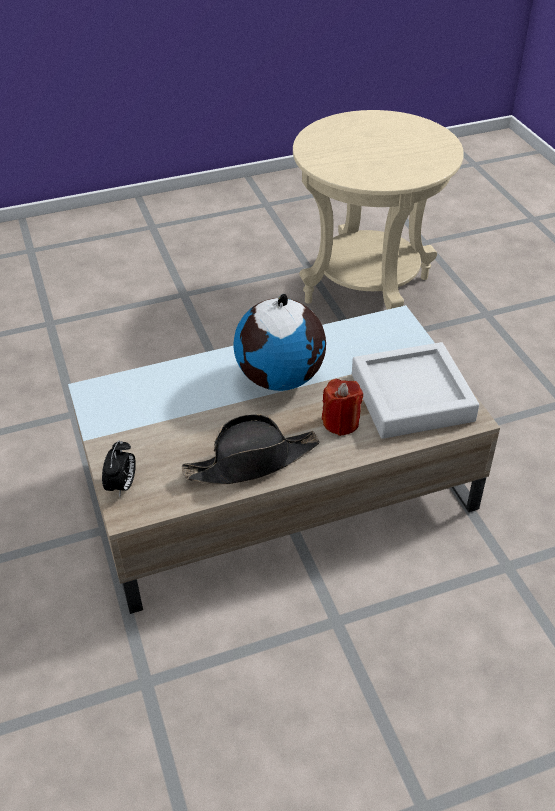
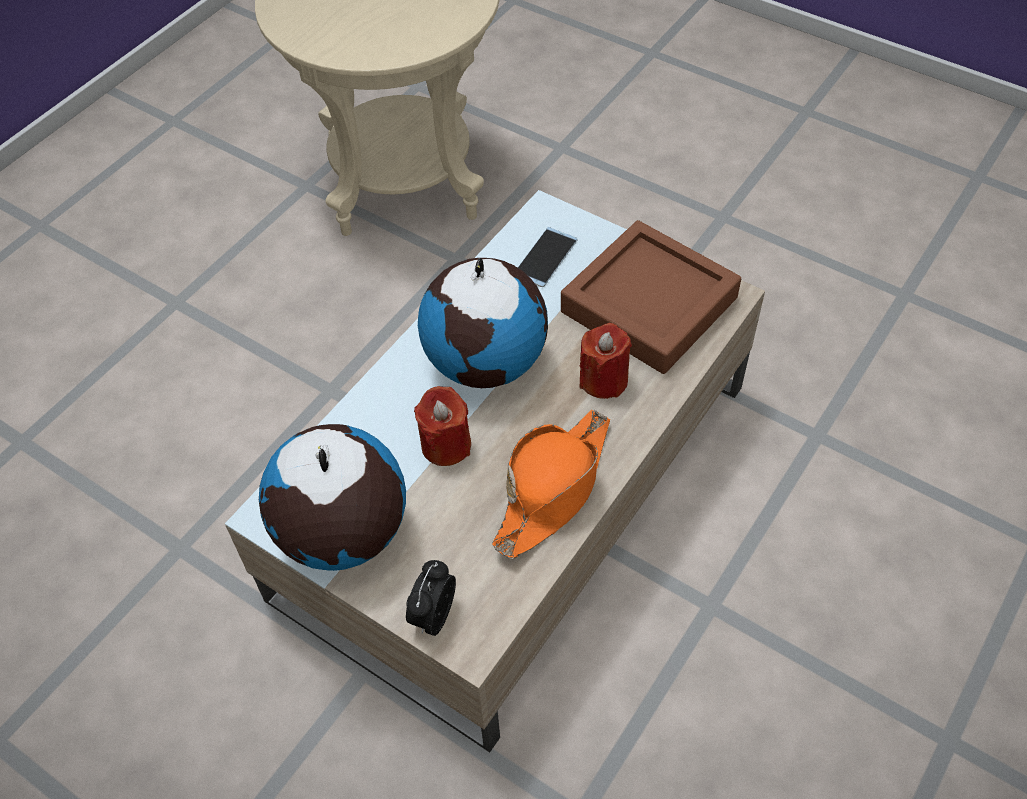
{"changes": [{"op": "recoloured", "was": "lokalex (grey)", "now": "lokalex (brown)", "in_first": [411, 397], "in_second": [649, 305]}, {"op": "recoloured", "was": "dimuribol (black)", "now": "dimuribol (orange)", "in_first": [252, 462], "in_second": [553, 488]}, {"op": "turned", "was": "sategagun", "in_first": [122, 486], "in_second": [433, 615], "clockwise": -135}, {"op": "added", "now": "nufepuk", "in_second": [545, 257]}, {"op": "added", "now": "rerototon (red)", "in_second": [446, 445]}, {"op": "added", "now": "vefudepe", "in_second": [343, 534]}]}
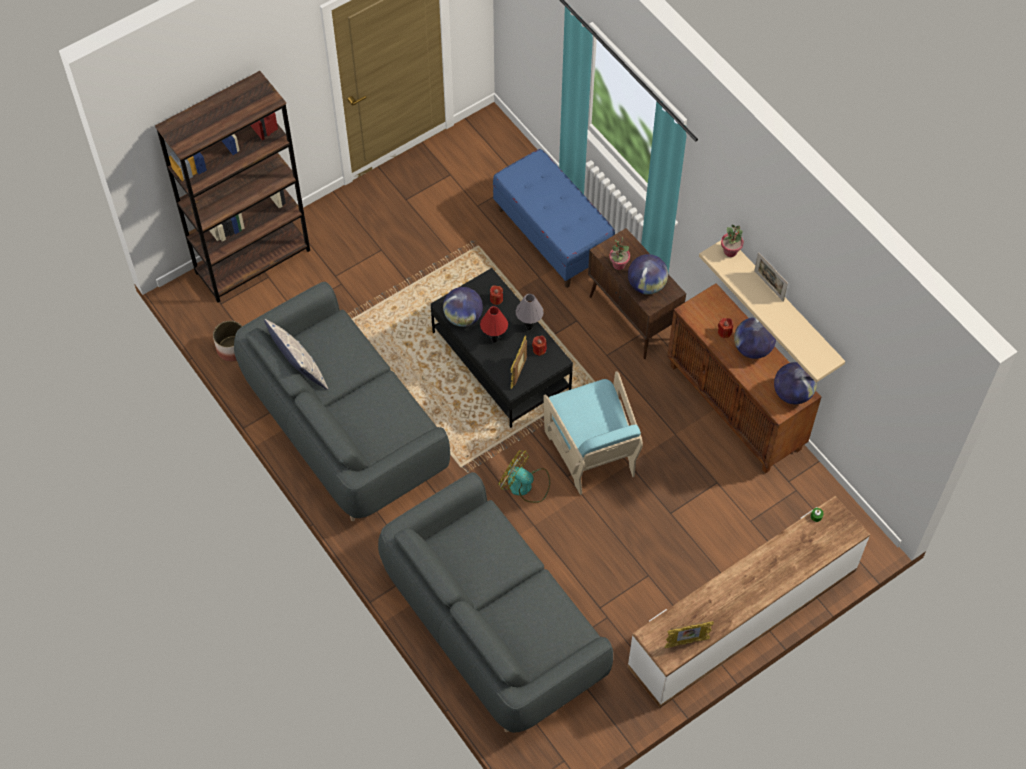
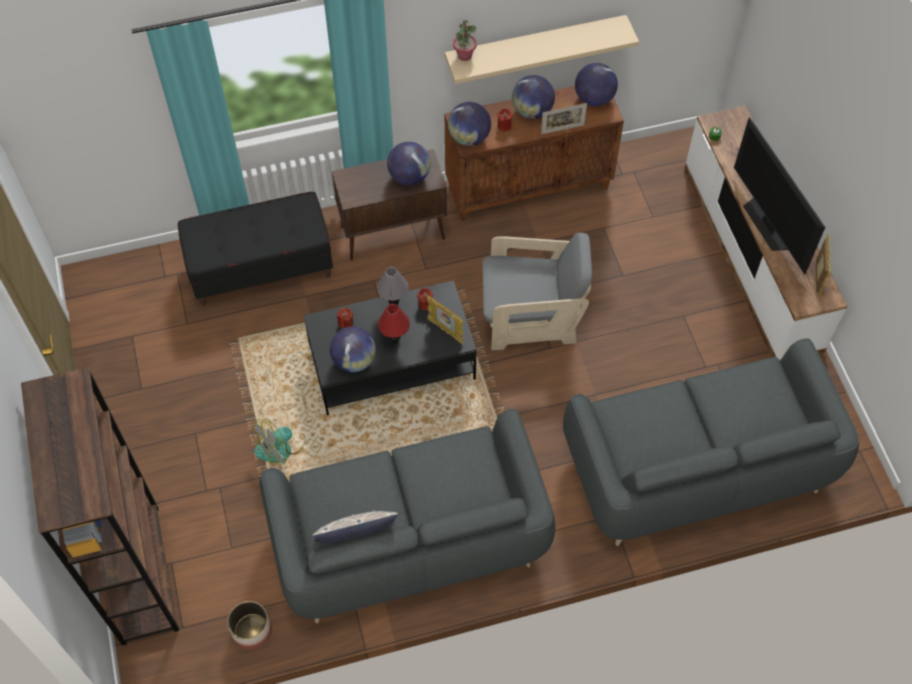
{"changes": [{"op": "recoloured", "was": "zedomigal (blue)", "now": "zedomigal (black)", "in_first": [553, 236], "in_second": [261, 268]}, {"op": "removed", "was": "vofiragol", "in_first": [618, 265]}, {"op": "moved", "was": "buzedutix", "in_first": [768, 286], "in_second": [562, 129]}, {"op": "recoloured", "was": "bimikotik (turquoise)", "now": "bimikotik (grey)", "in_first": [591, 451], "in_second": [531, 317]}, {"op": "moved", "was": "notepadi", "in_first": [525, 485], "in_second": [281, 446]}, {"op": "added", "now": "vefudepe", "in_second": [469, 138]}, {"op": "added", "now": "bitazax", "in_second": [768, 224]}]}
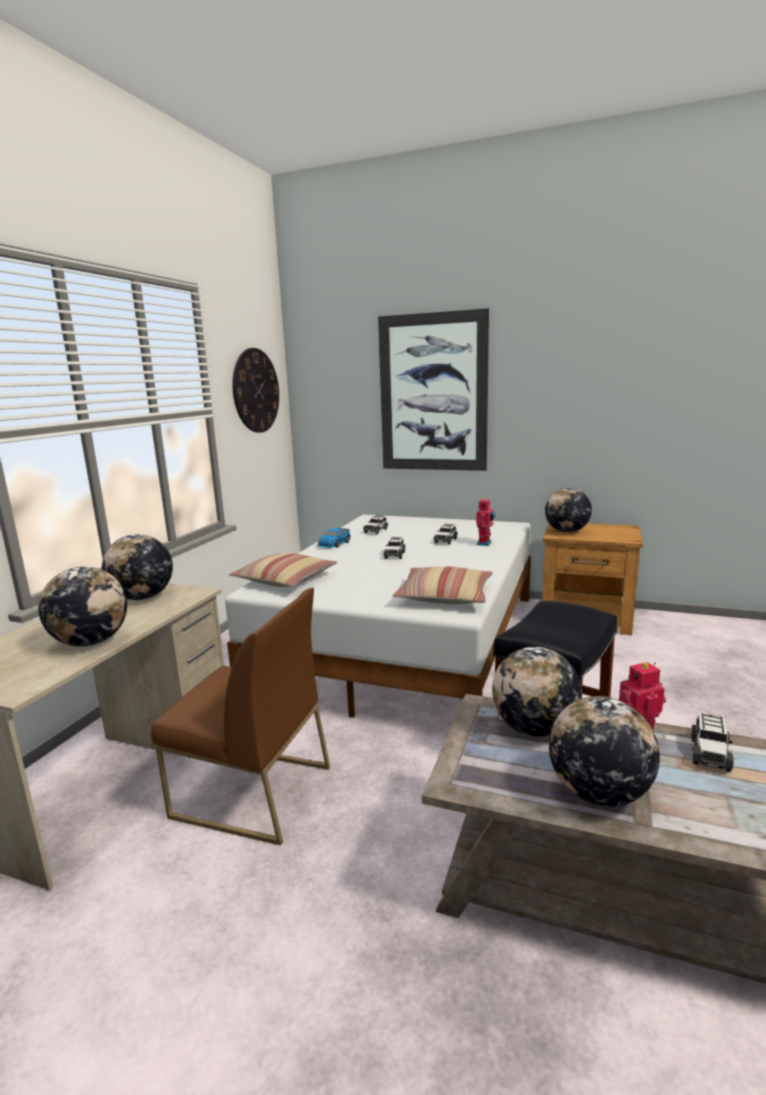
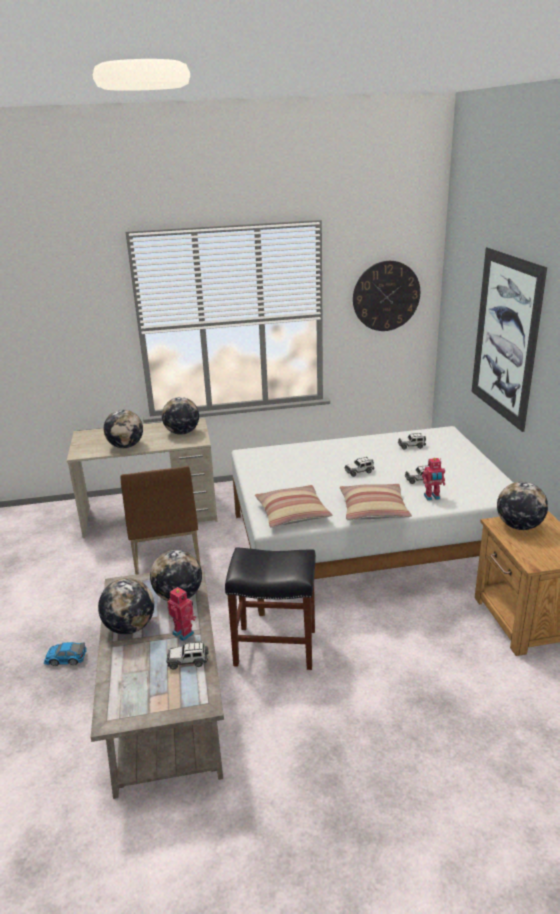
{"changes": [{"op": "moved", "was": "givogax", "in_first": [334, 544], "in_second": [65, 658]}, {"op": "moved", "was": "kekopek", "in_first": [285, 580], "in_second": [373, 509]}]}
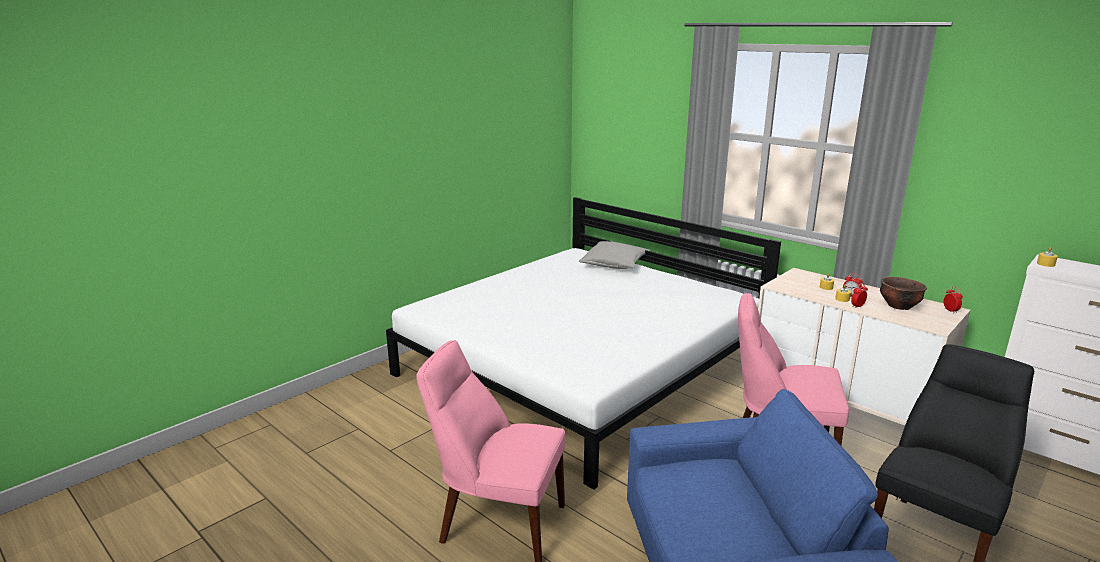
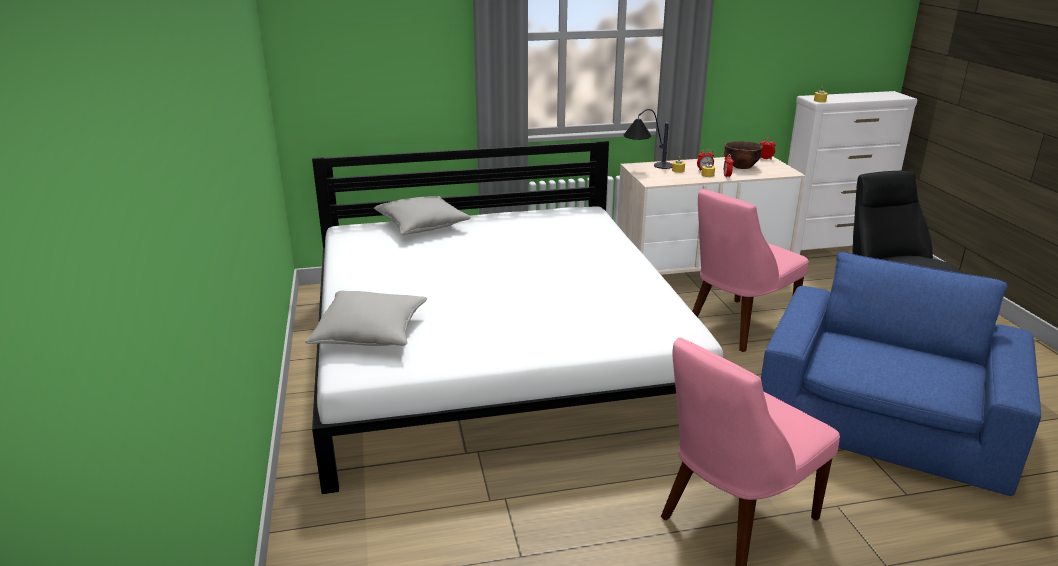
{"changes": [{"op": "added", "now": "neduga", "in_second": [646, 168]}, {"op": "added", "now": "kekopek (grey)", "in_second": [370, 333]}]}
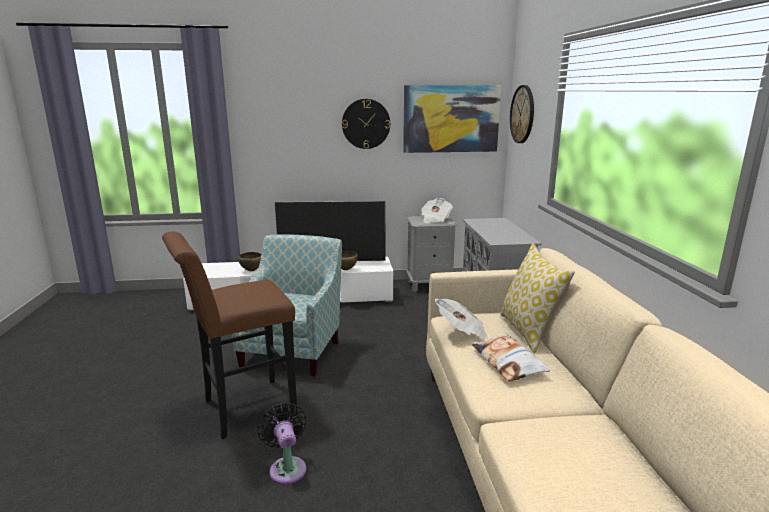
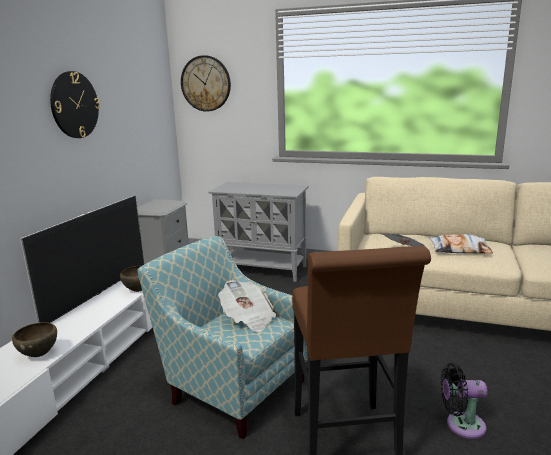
{"changes": [{"op": "removed", "was": "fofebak", "in_first": [451, 119]}, {"op": "moved", "was": "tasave", "in_first": [435, 219], "in_second": [248, 319]}, {"op": "removed", "was": "kekopek", "in_first": [529, 332]}]}
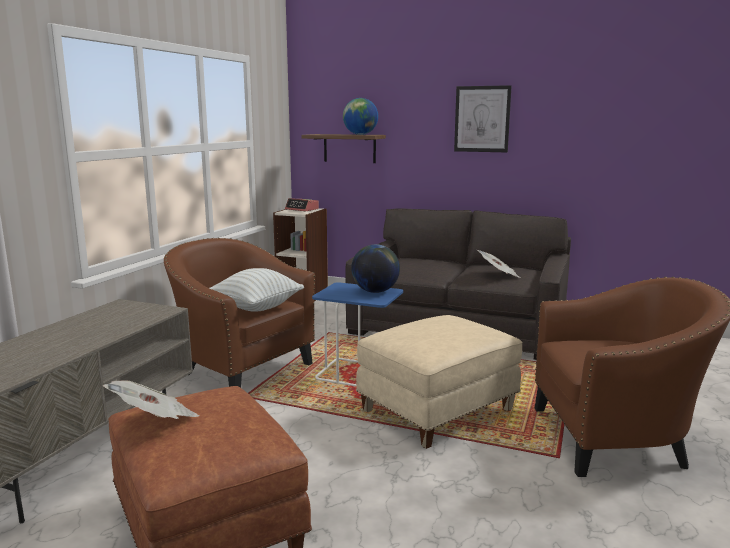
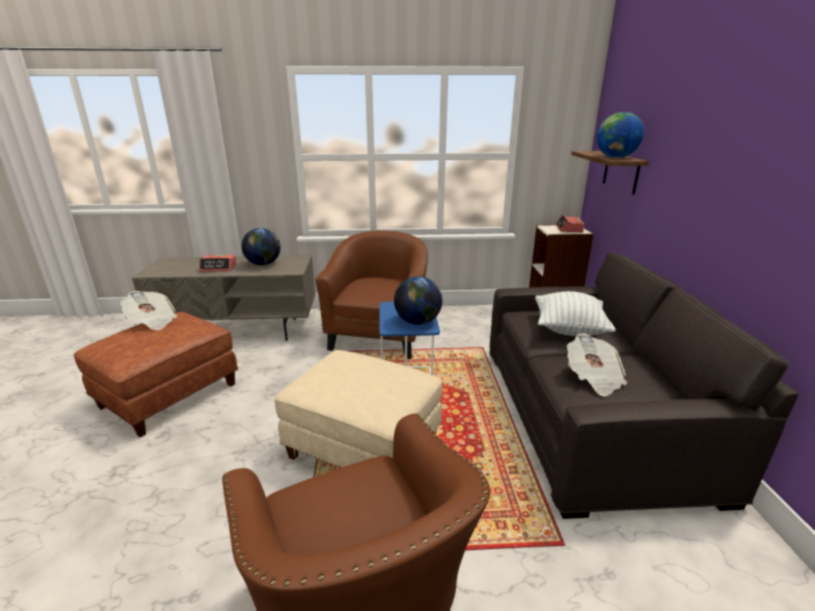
{"changes": [{"op": "removed", "was": "fofebak", "in_first": [482, 119]}, {"op": "moved", "was": "kekopek (white)", "in_first": [256, 307], "in_second": [569, 329]}, {"op": "added", "now": "vefudepe", "in_second": [264, 264]}, {"op": "added", "now": "sategagun", "in_second": [219, 267]}]}
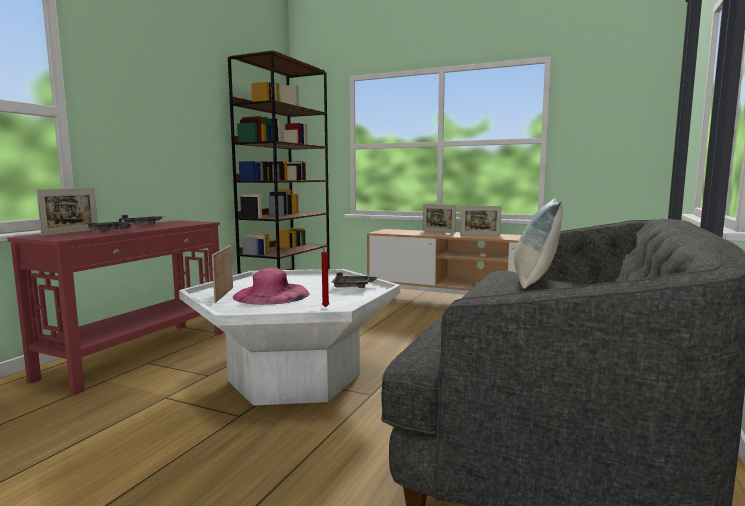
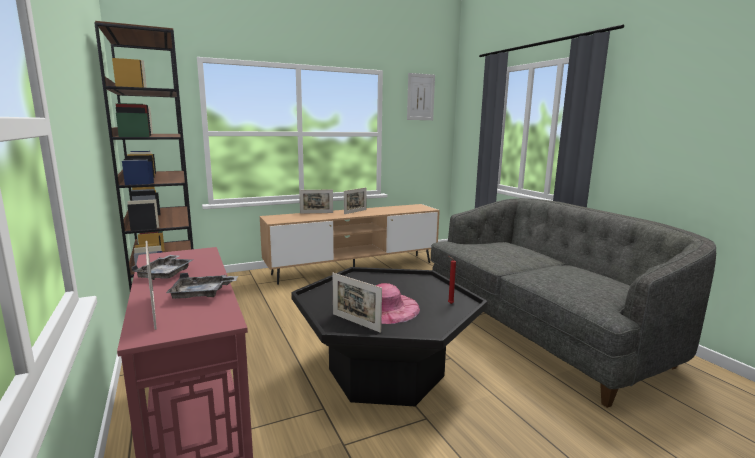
{"changes": [{"op": "removed", "was": "kekopek", "in_first": [535, 281]}, {"op": "recoloured", "was": "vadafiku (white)", "now": "vadafiku (black)", "in_first": [295, 378], "in_second": [386, 372]}, {"op": "removed", "was": "lokalex (grey)", "in_first": [353, 287]}, {"op": "added", "now": "fofebak", "in_second": [420, 97]}]}
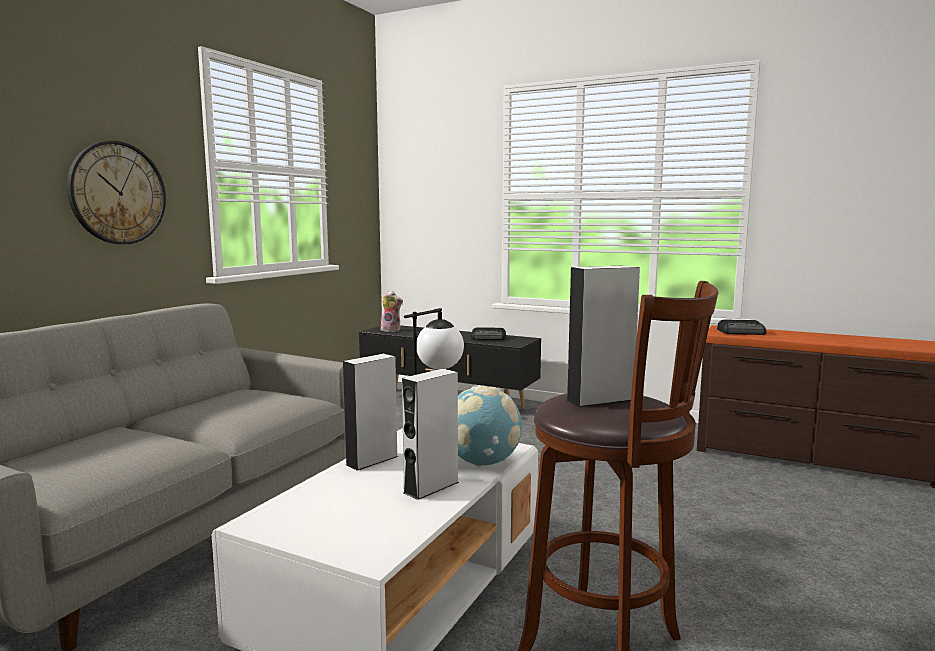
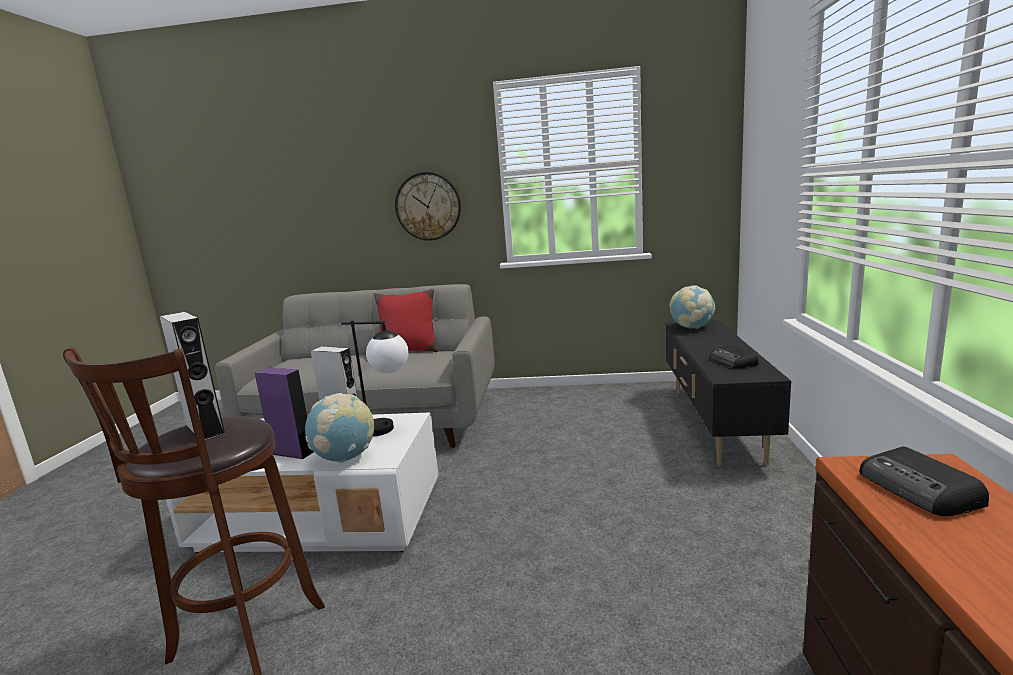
{"changes": [{"op": "replaced", "was": "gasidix", "now": "vefudepe", "in_first": [391, 330], "in_second": [691, 328]}, {"op": "recoloured", "was": "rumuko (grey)", "now": "rumuko (purple)", "in_first": [431, 487], "in_second": [292, 452]}, {"op": "added", "now": "kekopek (red)", "in_second": [409, 351]}]}
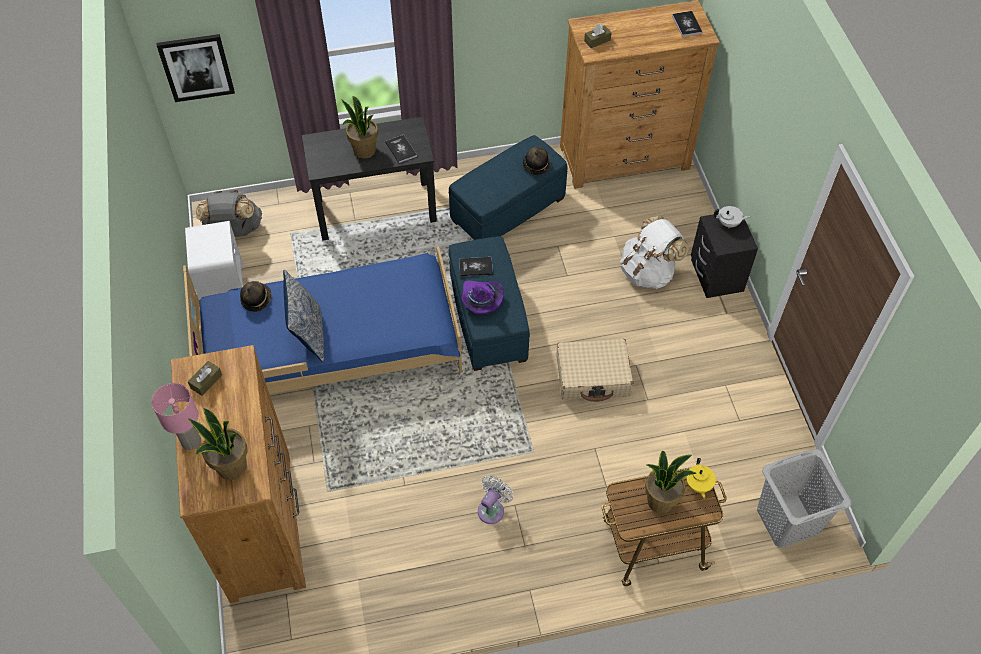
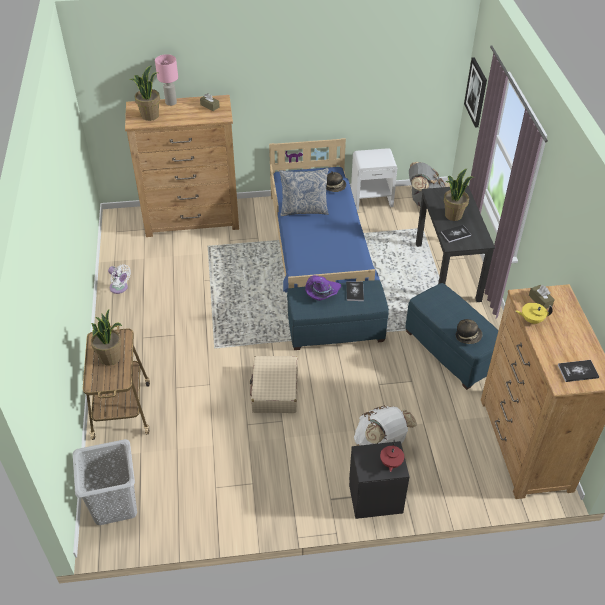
{"changes": [{"op": "recoloured", "was": "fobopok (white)", "now": "fobopok (red)", "in_first": [729, 223], "in_second": [390, 463]}, {"op": "moved", "was": "fobopok (yellow)", "in_first": [698, 485], "in_second": [531, 320]}, {"op": "moved", "was": "notepadi (white)", "in_first": [492, 509], "in_second": [120, 288]}]}
